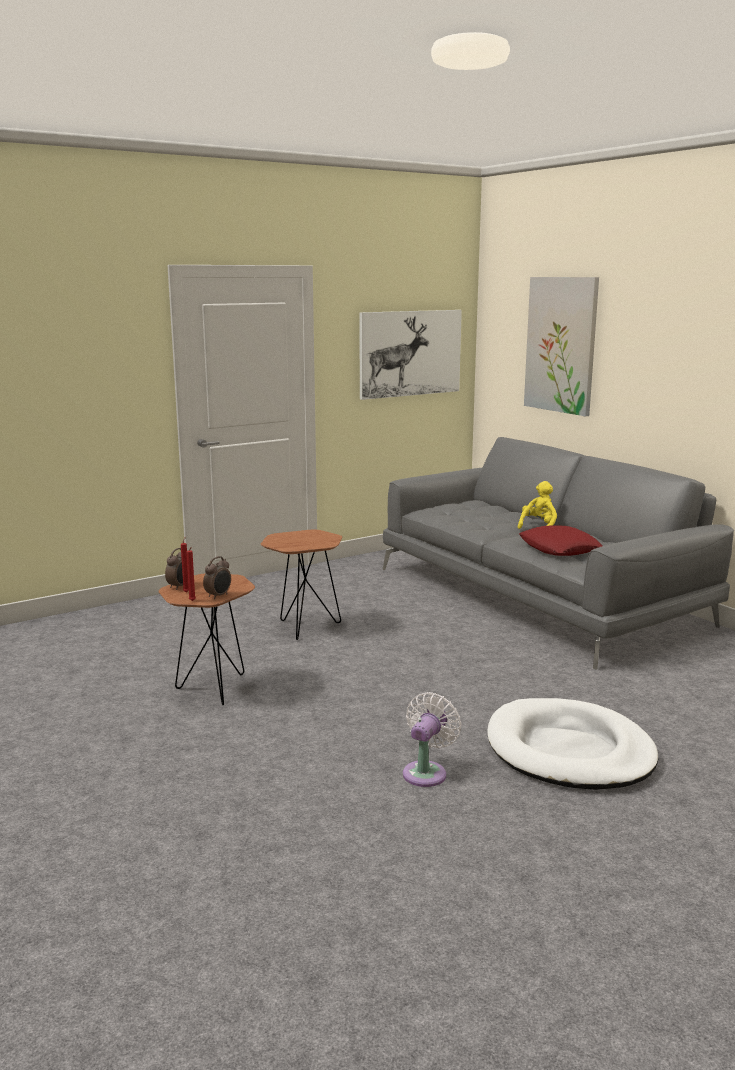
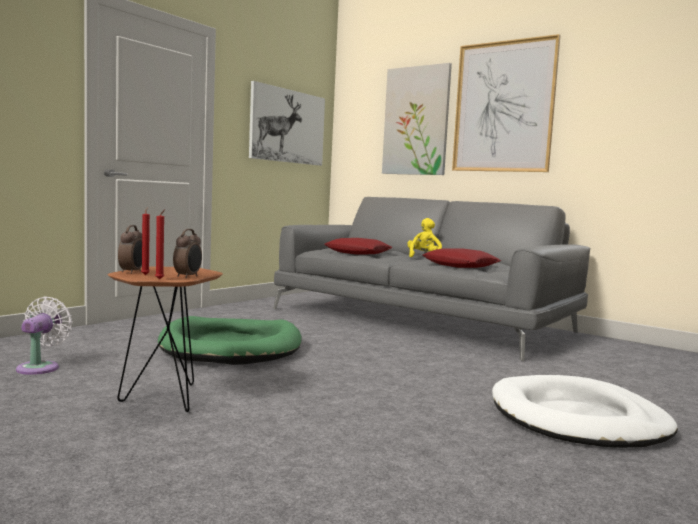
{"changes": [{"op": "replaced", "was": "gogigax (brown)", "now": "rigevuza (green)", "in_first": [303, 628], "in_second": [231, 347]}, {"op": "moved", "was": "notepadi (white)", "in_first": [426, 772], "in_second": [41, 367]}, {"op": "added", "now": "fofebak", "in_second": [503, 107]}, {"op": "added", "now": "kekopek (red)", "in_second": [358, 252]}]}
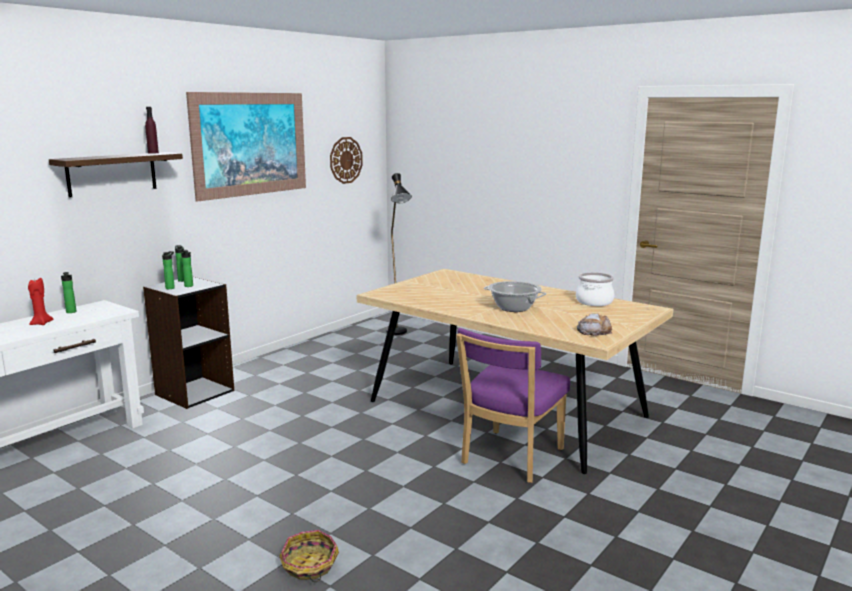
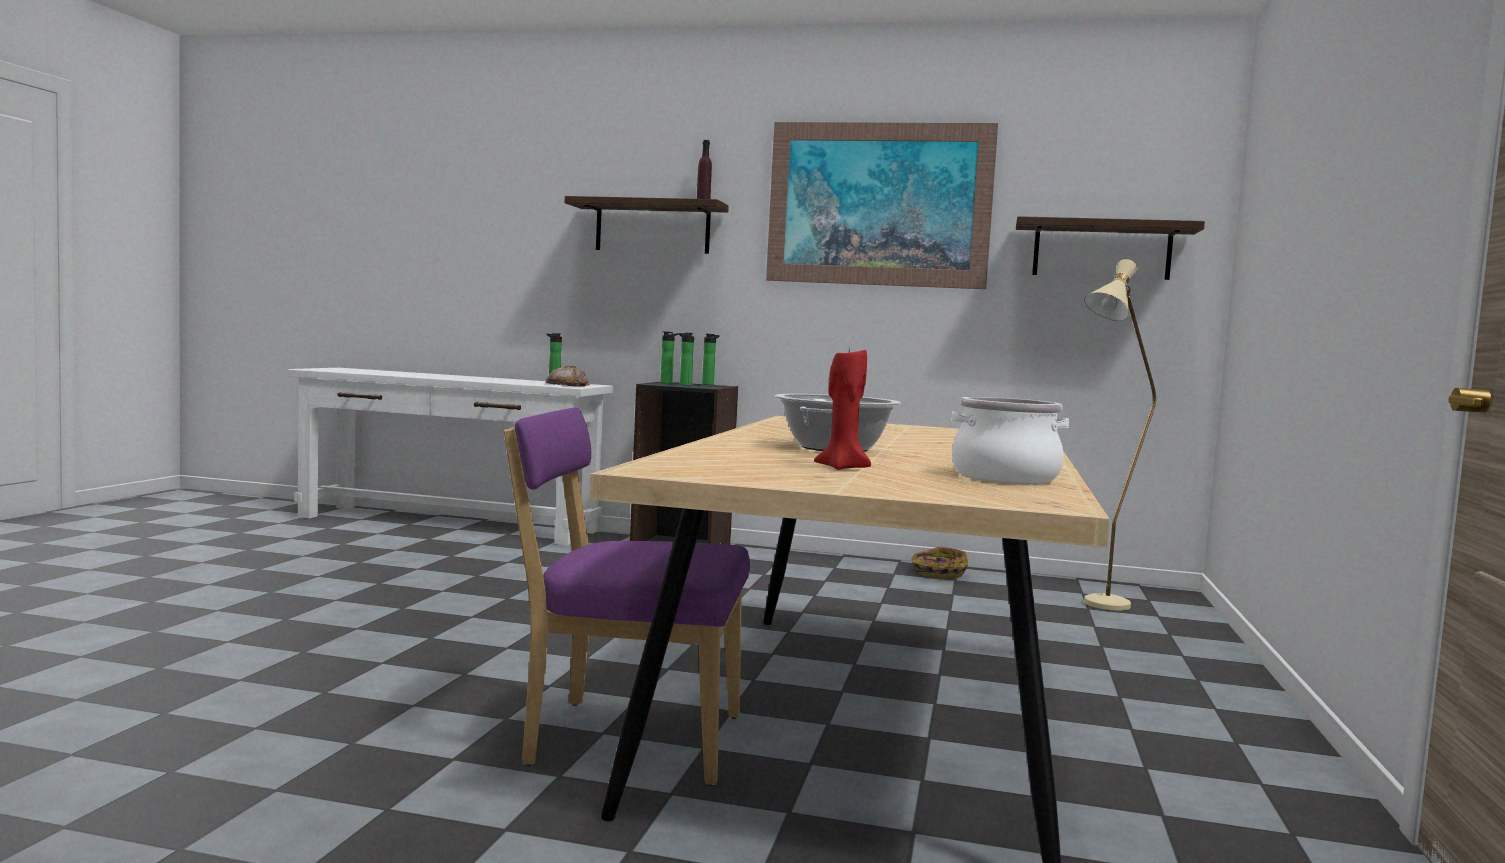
{"changes": [{"op": "replaced", "was": "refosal", "now": "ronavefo", "in_first": [345, 160], "in_second": [1101, 250]}, {"op": "recoloured", "was": "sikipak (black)", "now": "sikipak (beige)", "in_first": [399, 334], "in_second": [1098, 607]}, {"op": "moved", "was": "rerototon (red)", "in_first": [41, 323], "in_second": [842, 468]}, {"op": "moved", "was": "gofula", "in_first": [594, 331], "in_second": [567, 385]}, {"op": "moved", "was": "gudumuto", "in_first": [309, 566], "in_second": [938, 574]}]}
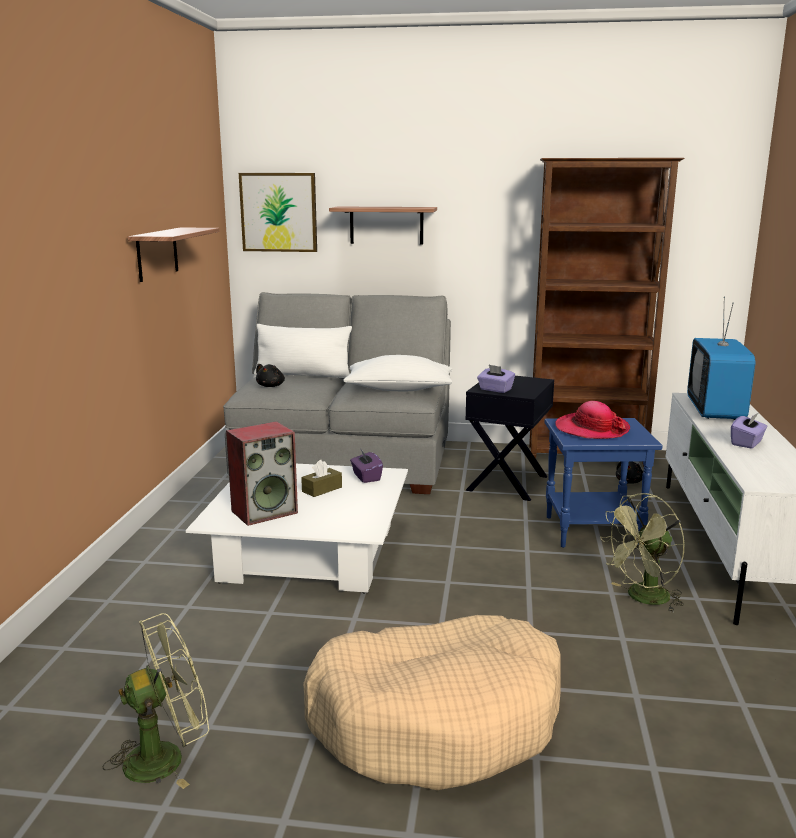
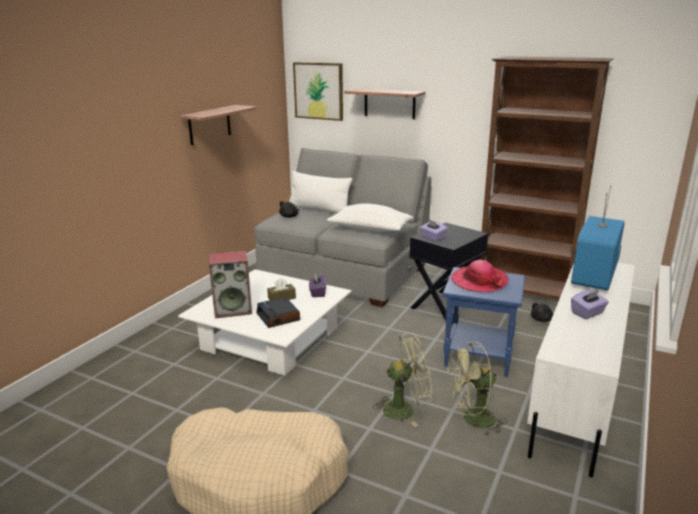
{"changes": [{"op": "moved", "was": "notepadi (green)", "in_first": [166, 757], "in_second": [405, 409]}, {"op": "added", "now": "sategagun", "in_second": [278, 317]}]}
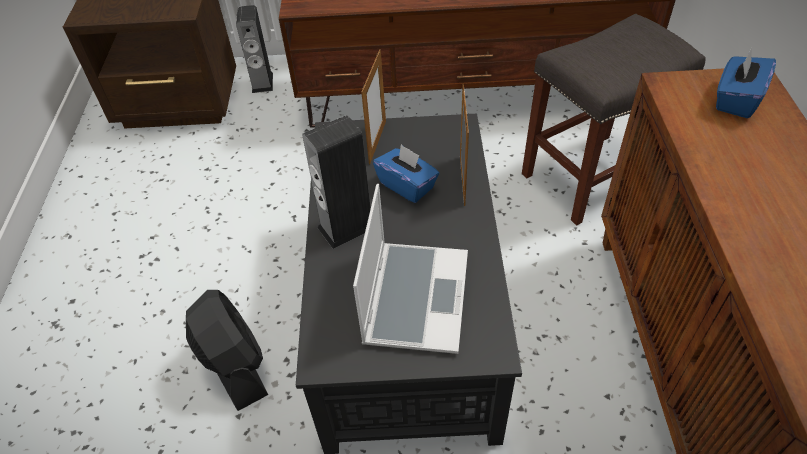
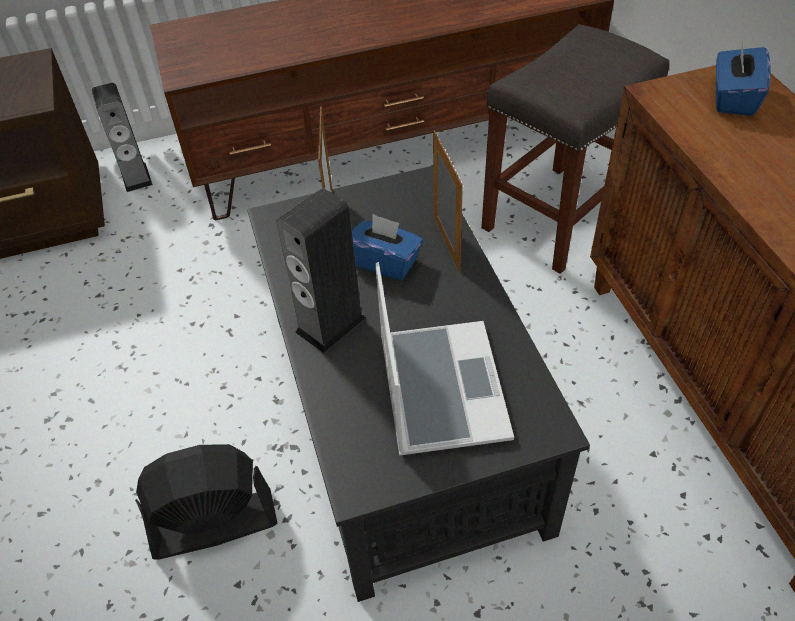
{"changes": [{"op": "turned", "was": "notepadi (black)", "in_first": [234, 365], "in_second": [213, 524], "clockwise": -60}]}
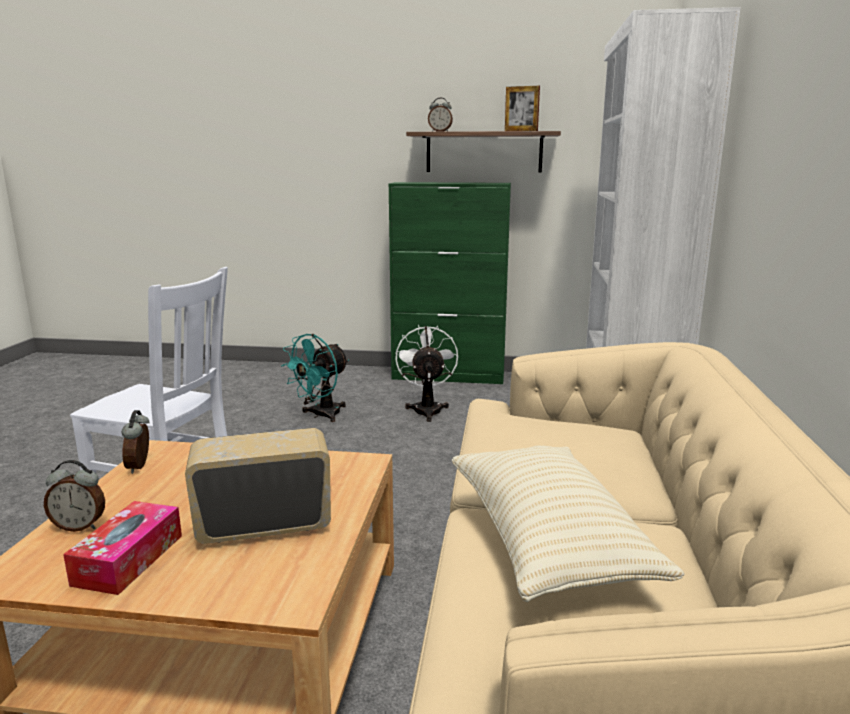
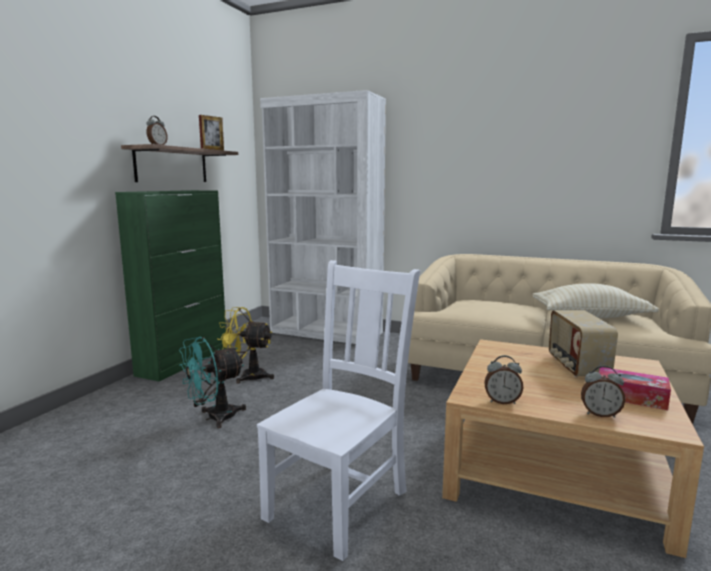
{"changes": [{"op": "recoloured", "was": "notepadi (white)", "now": "notepadi (yellow)", "in_first": [427, 409], "in_second": [247, 376]}, {"op": "turned", "was": "notepadi (turquoise)", "in_first": [321, 415], "in_second": [214, 418], "clockwise": 90}, {"op": "turned", "was": "sategagun", "in_first": [80, 526], "in_second": [600, 414], "clockwise": 90}]}
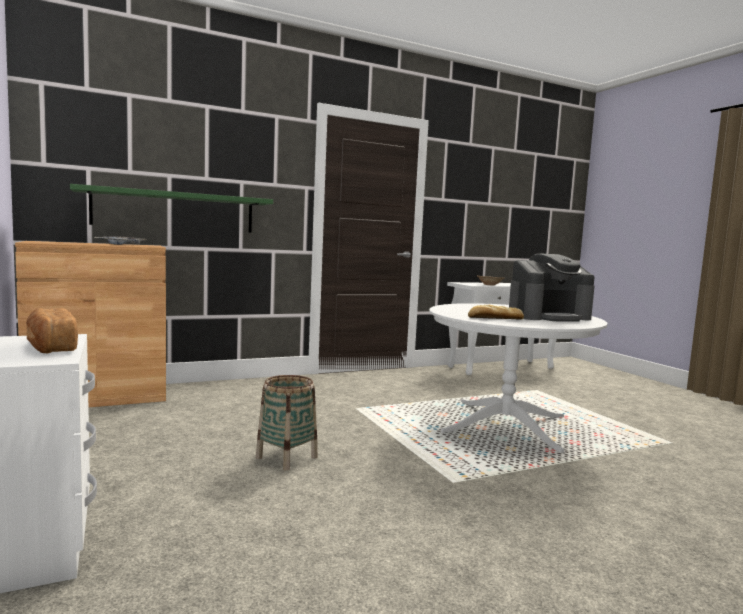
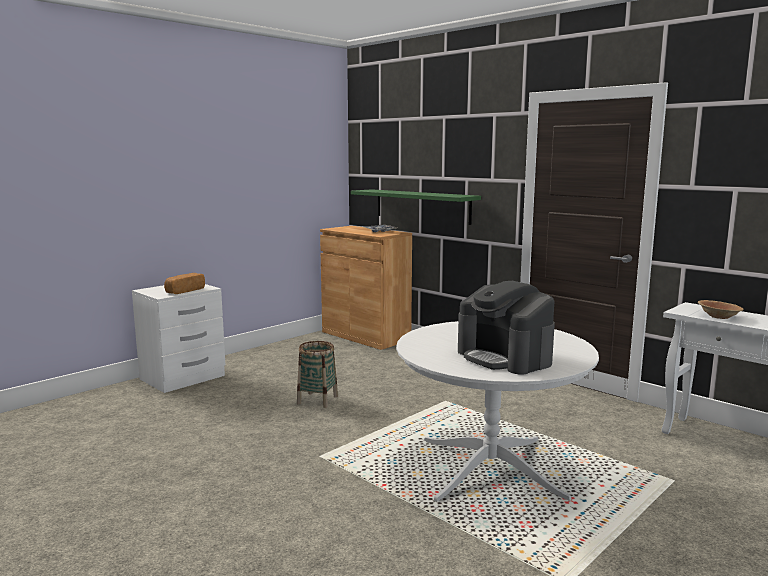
{"changes": [{"op": "removed", "was": "gofula", "in_first": [494, 318]}]}
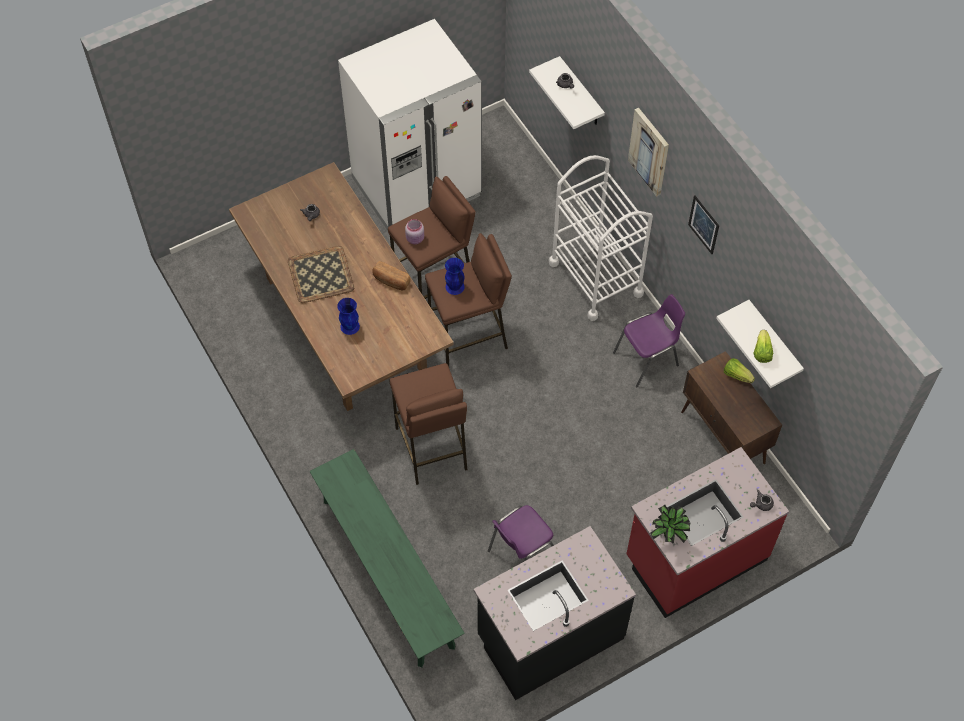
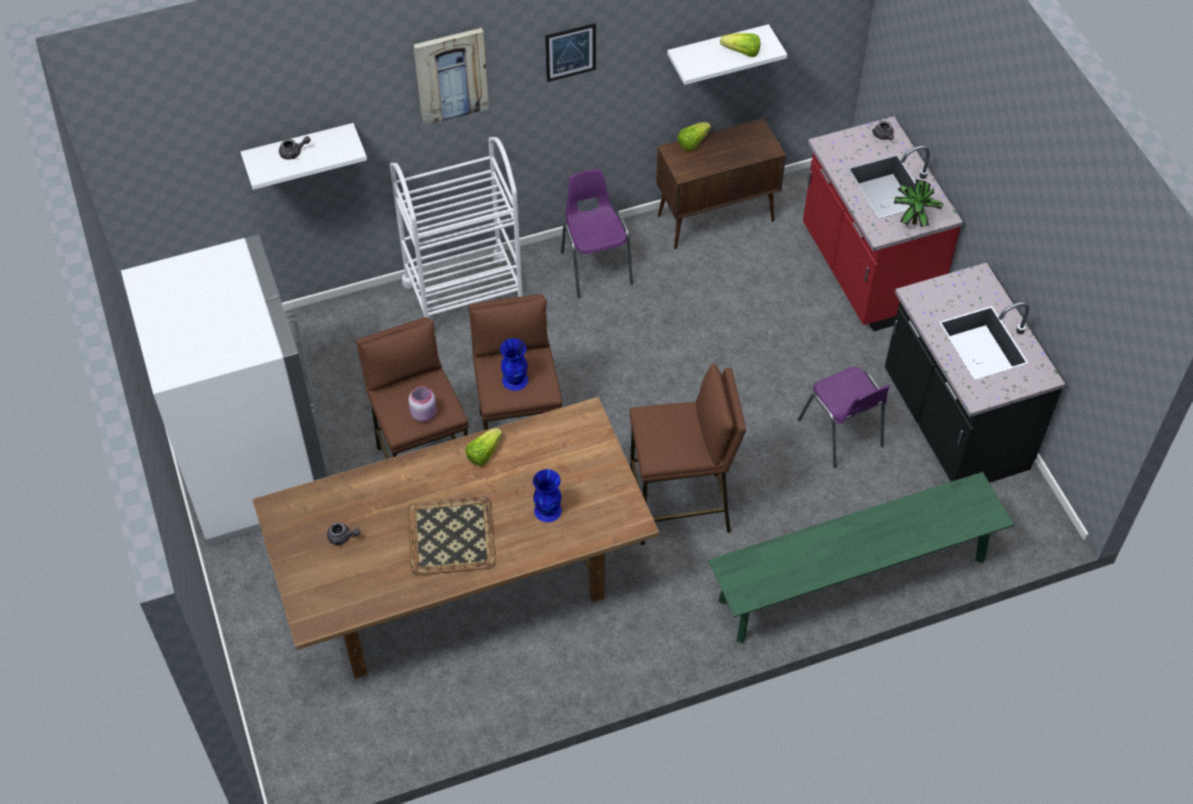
{"changes": [{"op": "replaced", "was": "gofula", "now": "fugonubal", "in_first": [391, 281], "in_second": [484, 453]}]}
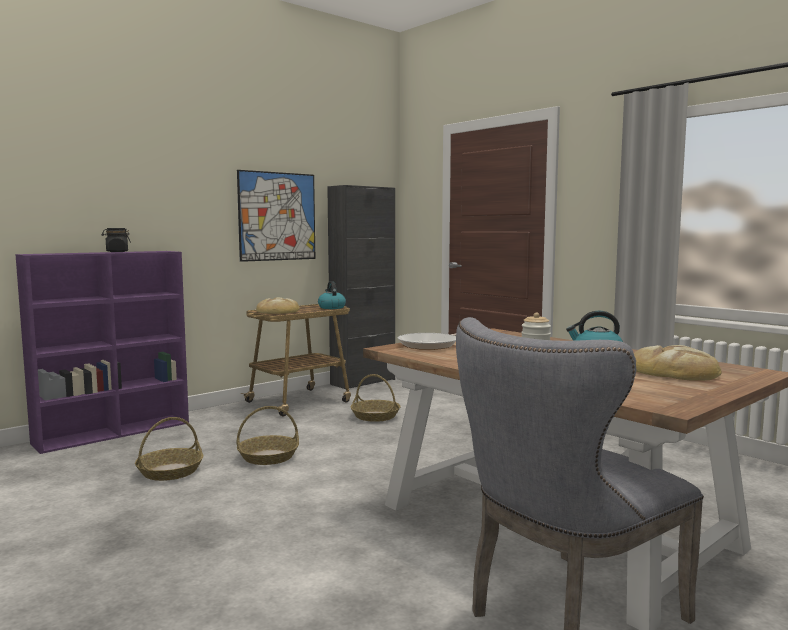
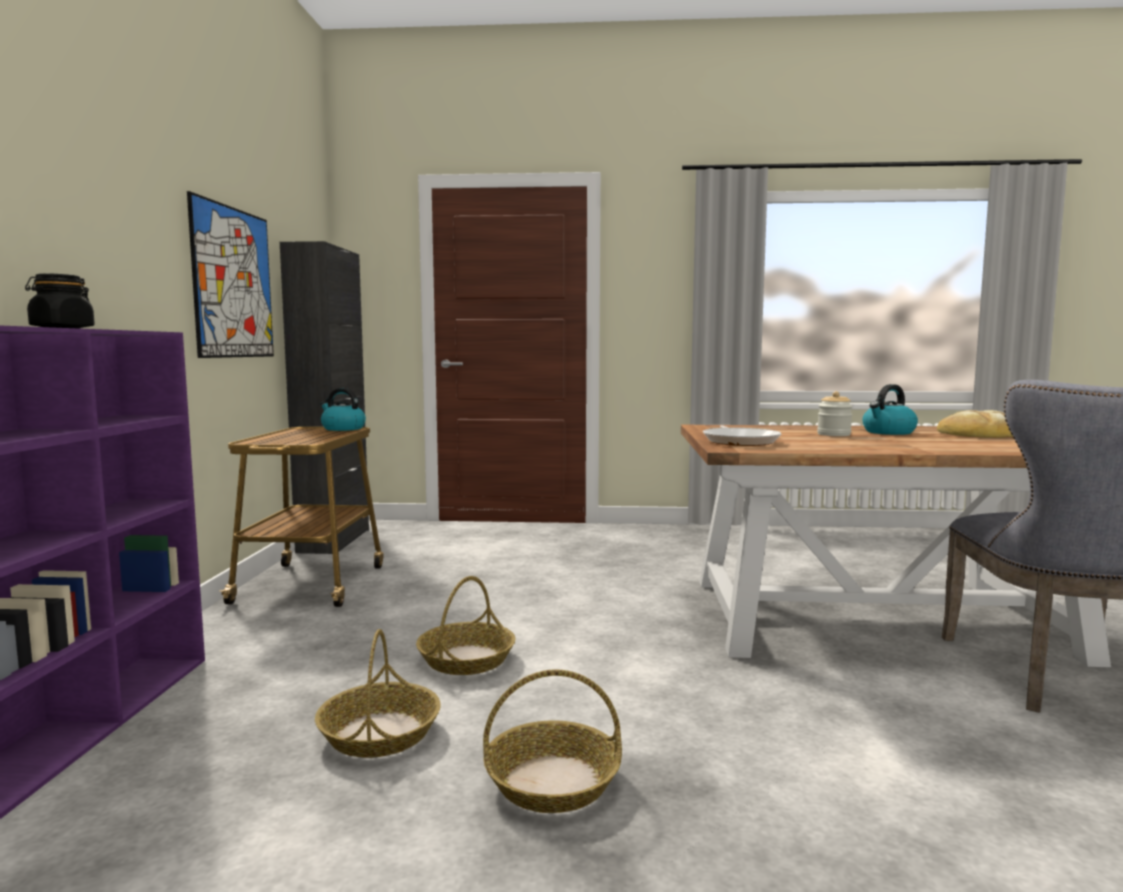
{"changes": [{"op": "removed", "was": "gofula", "in_first": [278, 311]}, {"op": "moved", "was": "gudumuto", "in_first": [375, 416], "in_second": [553, 781]}]}
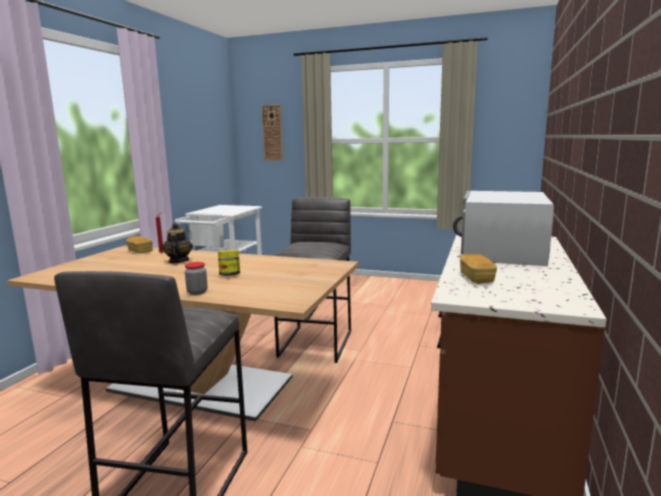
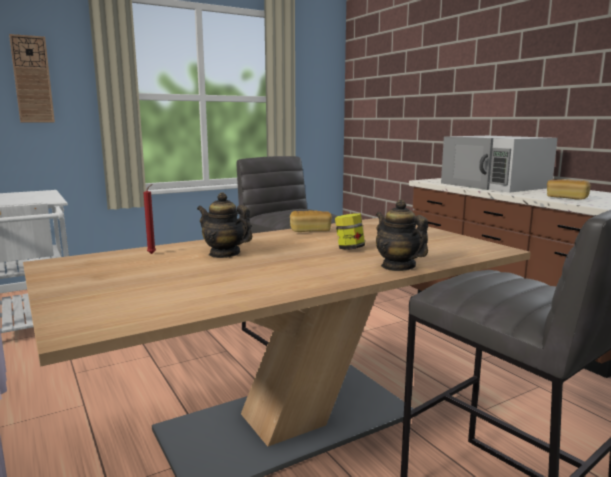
{"changes": [{"op": "moved", "was": "gofula", "in_first": [140, 251], "in_second": [310, 231]}, {"op": "replaced", "was": "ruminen", "now": "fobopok", "in_first": [197, 292], "in_second": [398, 266]}]}
